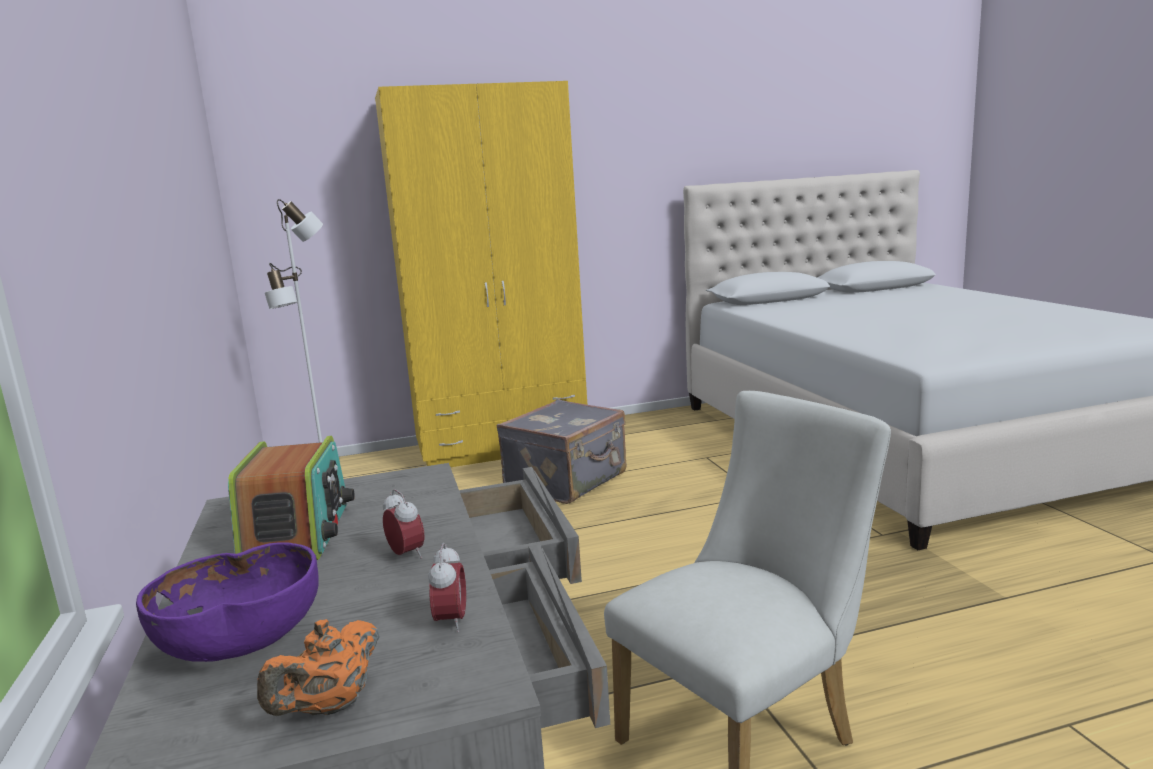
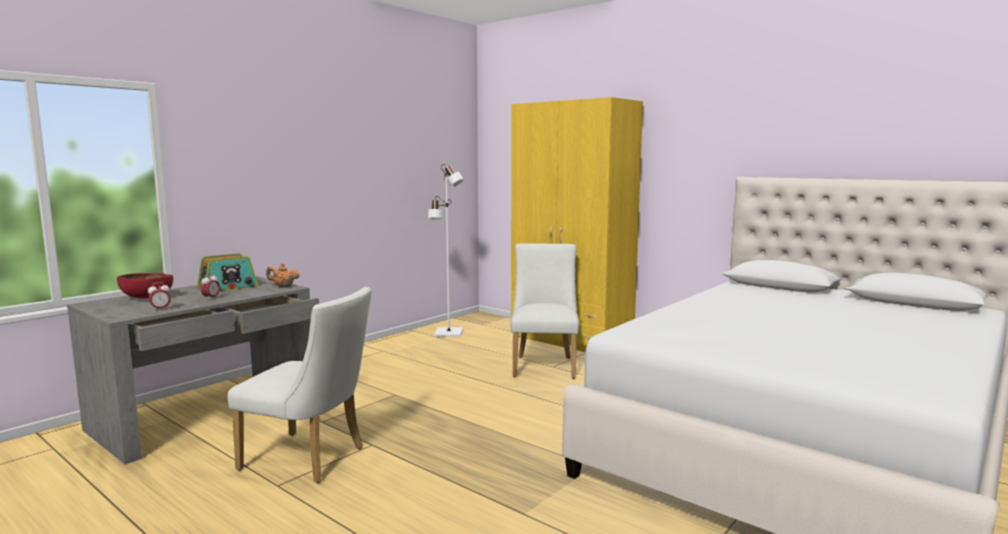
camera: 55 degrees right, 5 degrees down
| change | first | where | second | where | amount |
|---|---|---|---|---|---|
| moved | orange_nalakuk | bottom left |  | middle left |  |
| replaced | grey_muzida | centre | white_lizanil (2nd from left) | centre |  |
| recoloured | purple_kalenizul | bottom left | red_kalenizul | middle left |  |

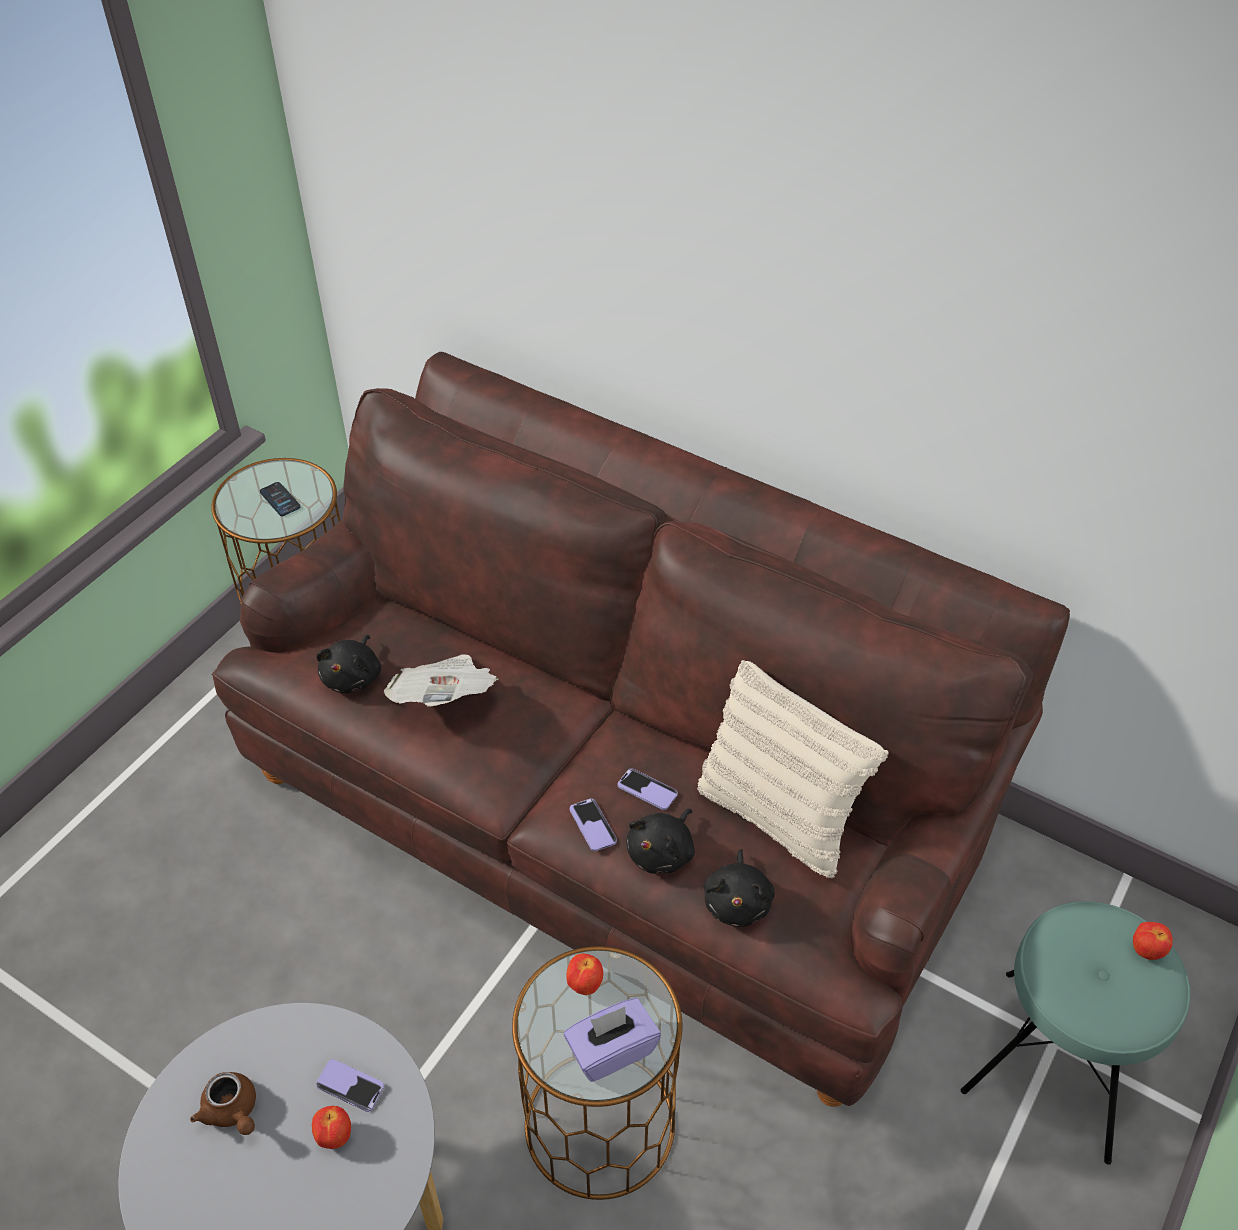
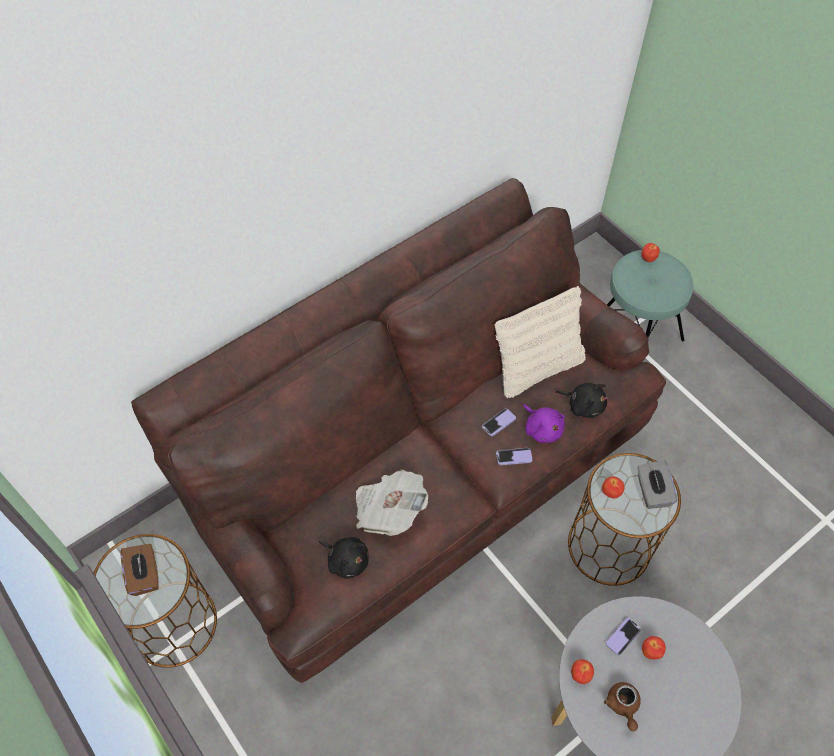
camera: 70 degrees left, 10 degrees up
| change | first | where | second | where | amount |
|---|---|---|---|---|---|
| added |  |  | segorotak (1st from left) | bottom right |  |
| replaced | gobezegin (1st from left) | middle left | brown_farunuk | bottom left |  |
| recoloured | purple_farunuk | bottom centre | grey_farunuk | middle right |  |
| recoloured | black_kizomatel (2nd from left) | bottom centre | purple_kizomatel | centre |  |
| turned | brown_nalakuk | bottom left |  | bottom right | 105 degrees clockwise |

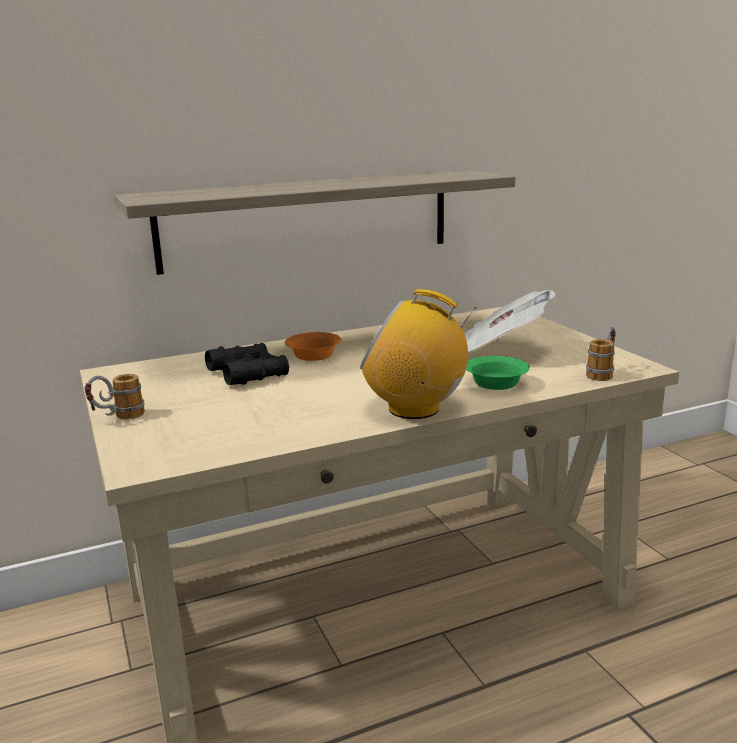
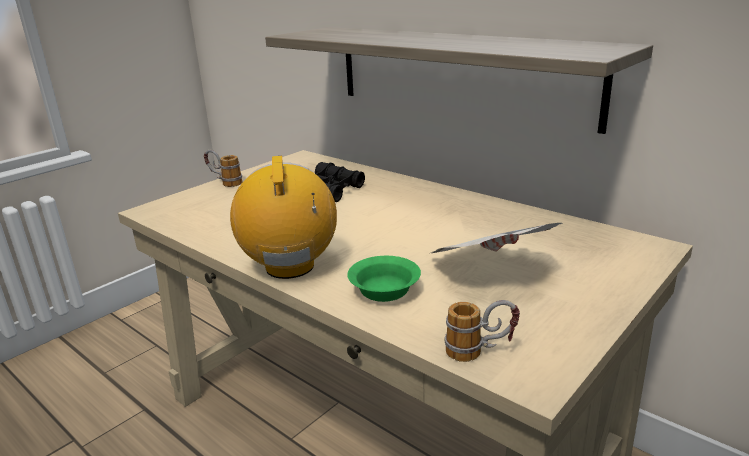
camera: 65 degrees right, 5 degrees up
| change | first | where | second | where | amount |
|---|---|---|---|---|---|
| removed | orange_kalenizul | centre |  |  |  |

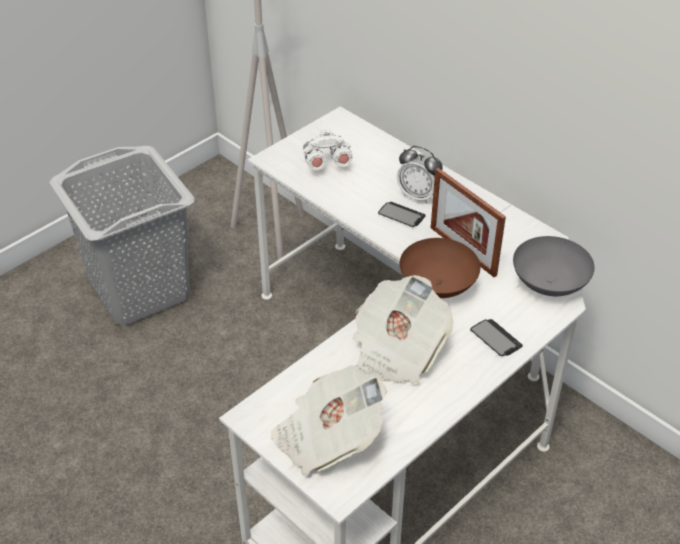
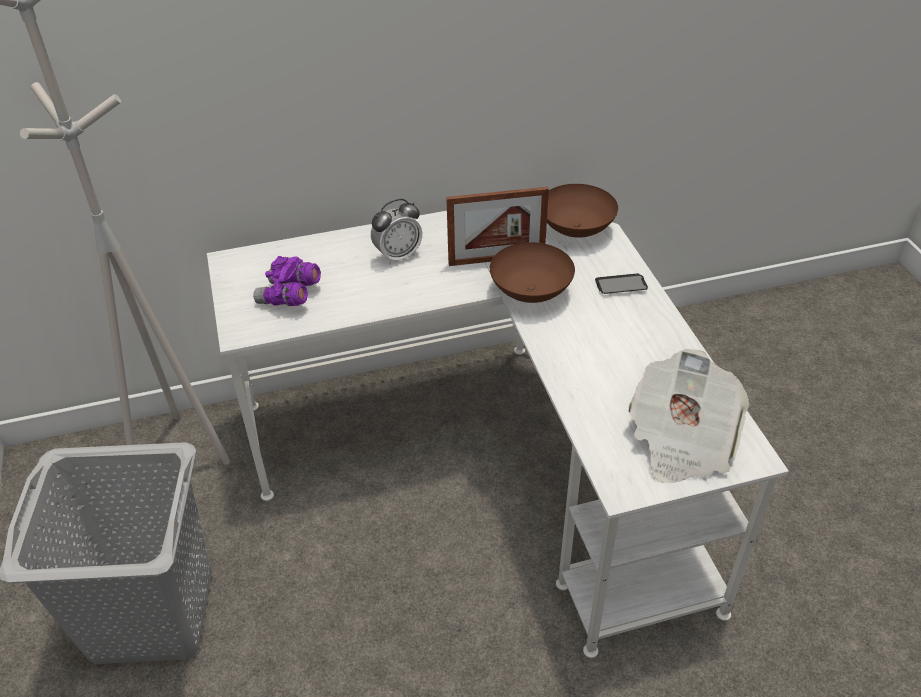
camera: 60 degrees left, 0 degrees up
| change | first | where | second | where | amount |
|---|---|---|---|---|---|
| removed | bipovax (2nd from left) | centre |  |  |  |
| removed | gobezegin (1st from left) | centre |  |  |  |
| recoloured | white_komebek | top centre | purple_komebek | middle left |  |
| recoloured | grey_kalenizul | middle right | brown_kalenizul (2nd from left) | top centre |  |

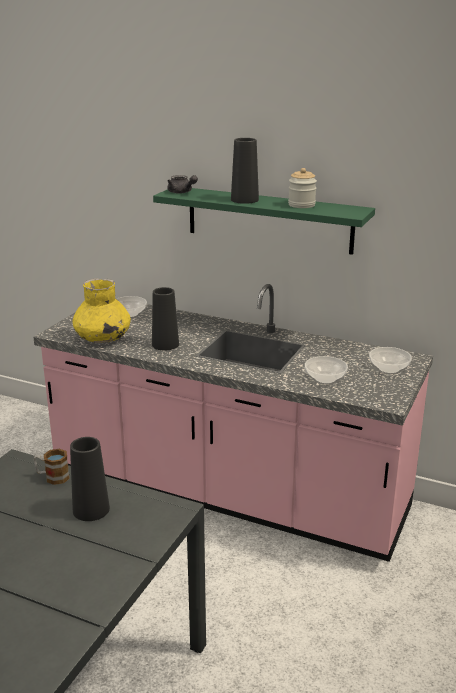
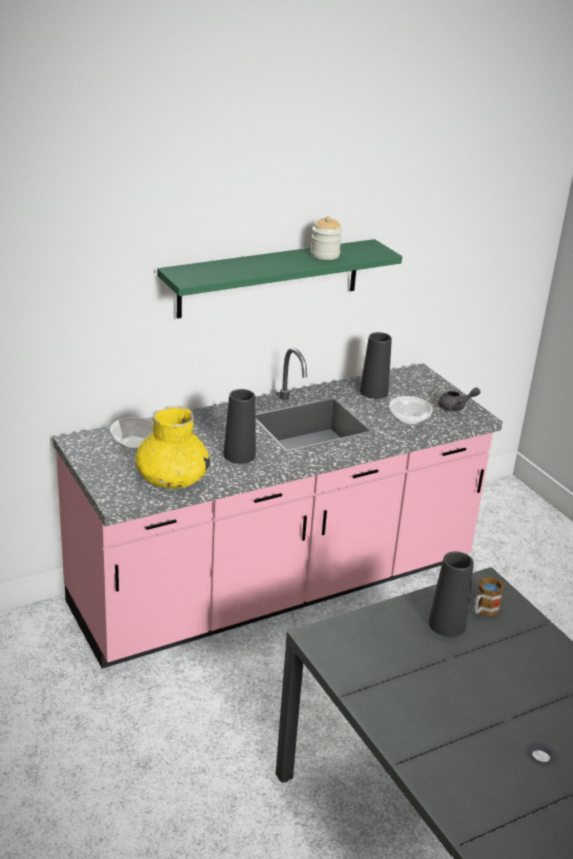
camera: 55 degrees left, 5 degrees up
| change | first | where | second | where | amount |
|---|---|---|---|---|---|
| removed | kalenizul (3rd from left) | middle right |  |  |  |
| moved | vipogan | bottom left |  | bottom right |  |
| moved | grey_nalakuk | top centre |  | middle right |  |
| moved | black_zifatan (3rd from left in the first image) | top centre | black_zifatan (2nd from left) | centre |  |

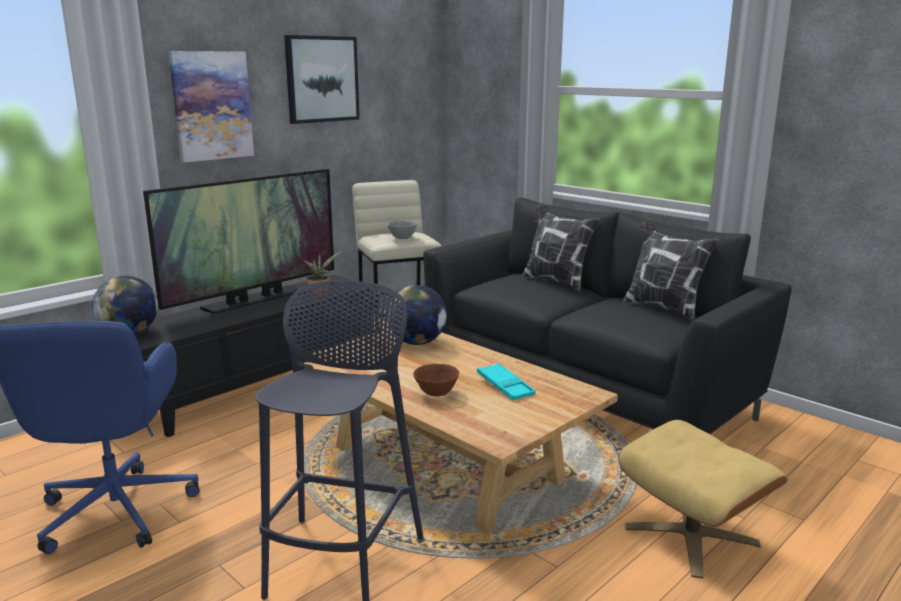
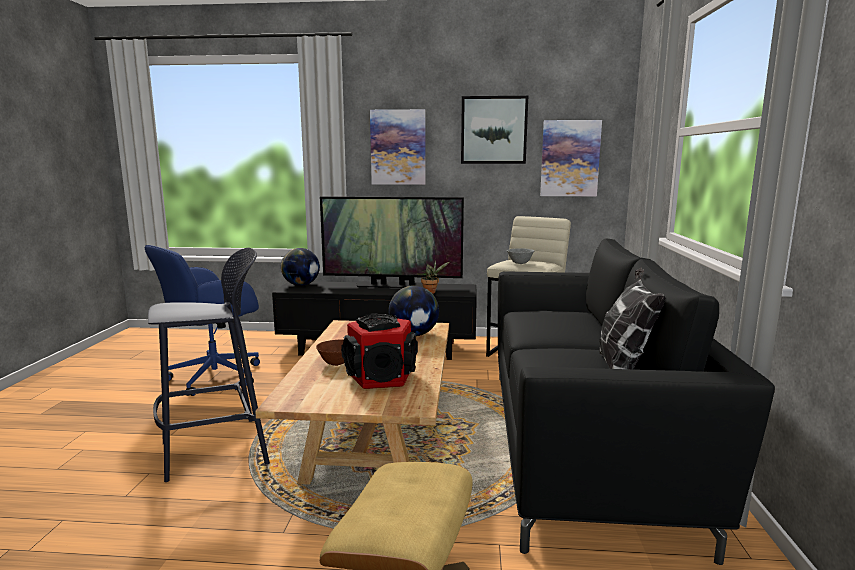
camera: 50 degrees right, 5 degrees down
| change | first | where | second | where | amount |
|---|---|---|---|---|---|
| removed | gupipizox (1st from left) | centre |  |  |  |
| added |  |  | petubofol (3rd from left) | top right |  |
| replaced | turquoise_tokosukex | centre | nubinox | centre |  |

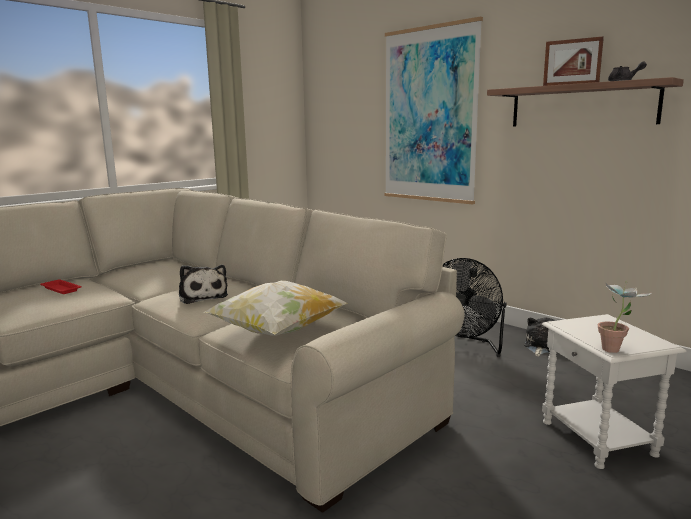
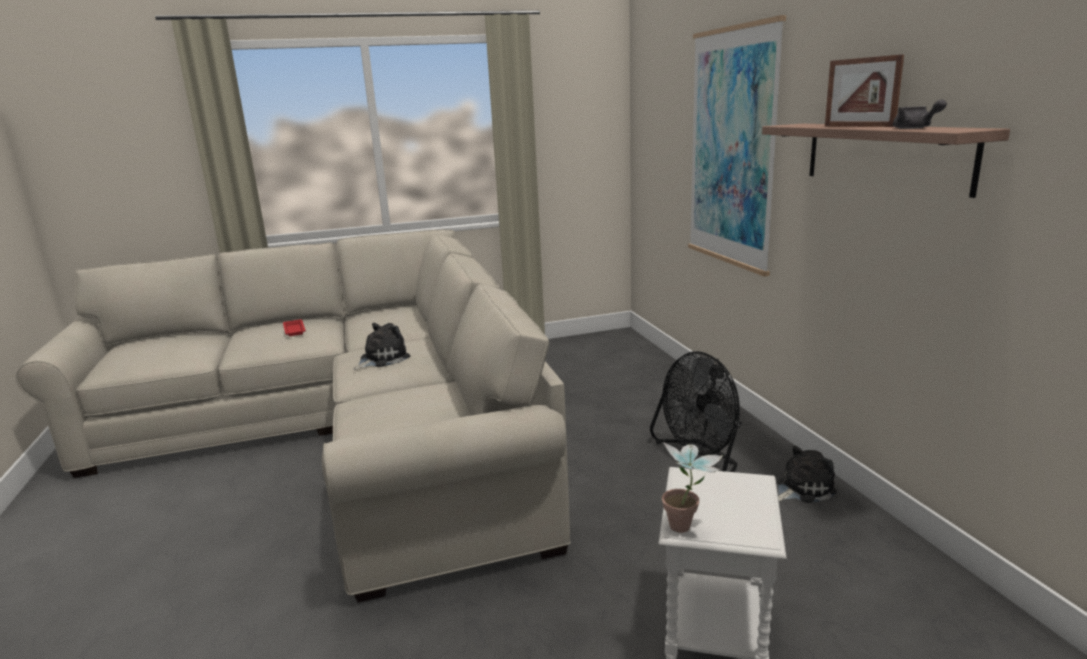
camera: 30 degrees right, 5 degrees up
| change | first | where | second | where | amount |
|---|---|---|---|---|---|
| removed | gupipizox | centre |  |  |  |
| turned | kizomatel (1st from left) | middle left |  | centre | 135 degrees counterclockwise |

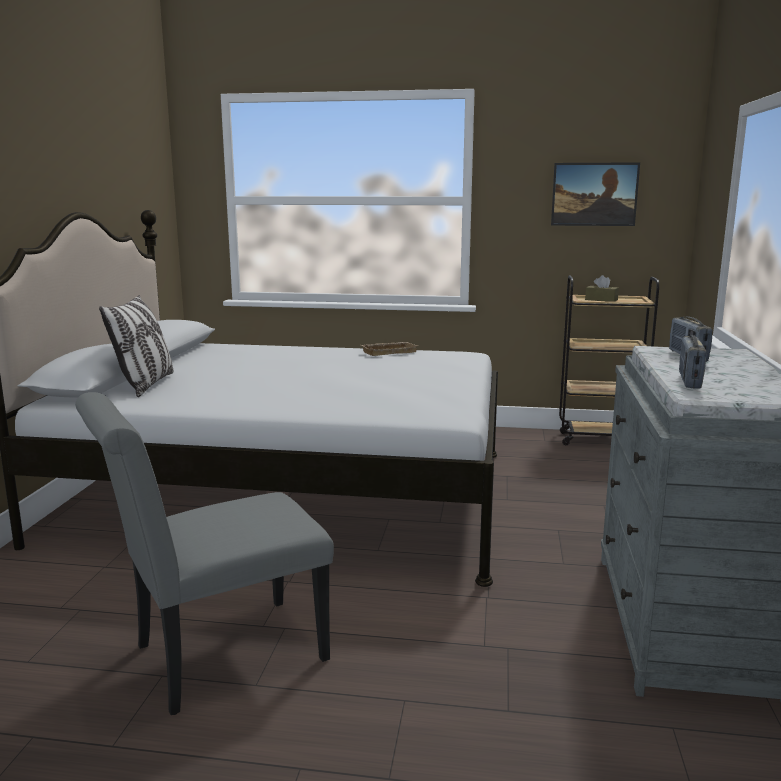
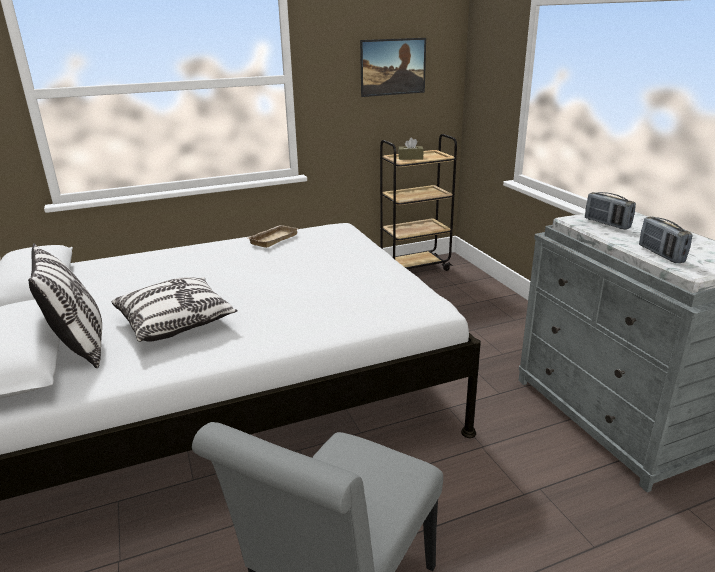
camera: 30 degrees left, 10 degrees up
| change | first | where | second | where | amount |
|---|---|---|---|---|---|
| added |  |  | gupipizox (2nd from left) | middle left |  |

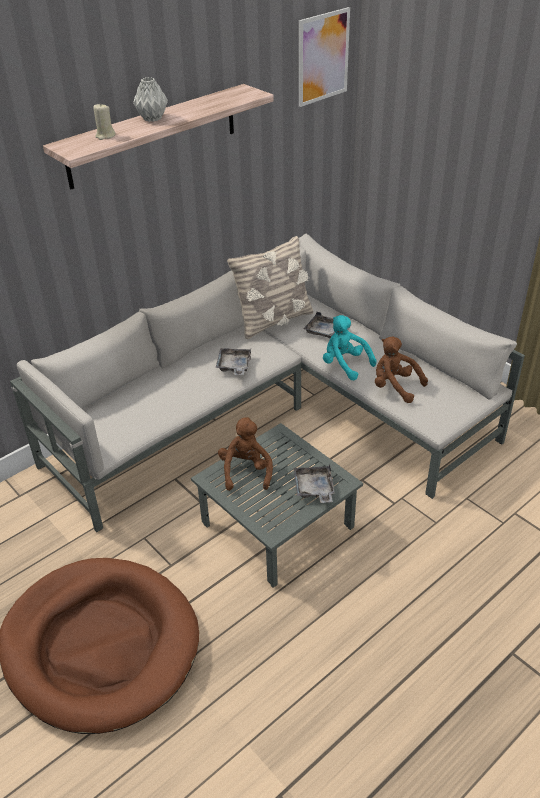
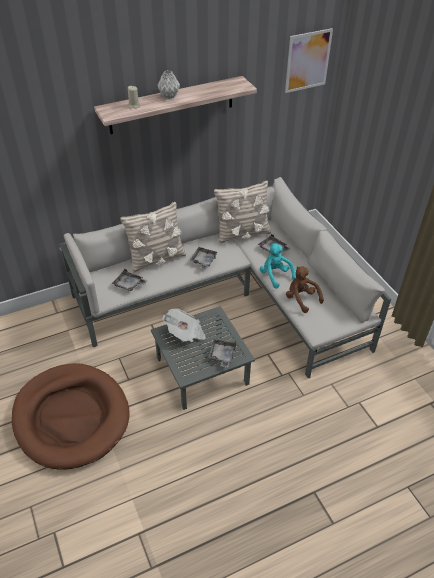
camera: 15 degrees right, 5 degrees up
| change | first | where | second | where | amount |
|---|---|---|---|---|---|
| added |  |  | grey_tokosukex (1st from left) | middle left |  |
| added |  |  | beige_gupipizox (1st from left) | centre |  |
| replaced | brown_kizomatel (1st from left) | centre | bipovax | centre |  |

